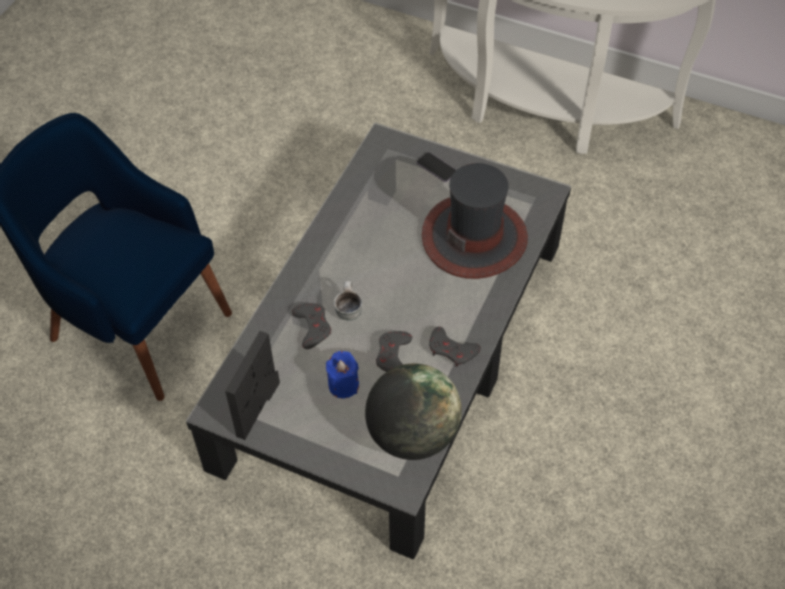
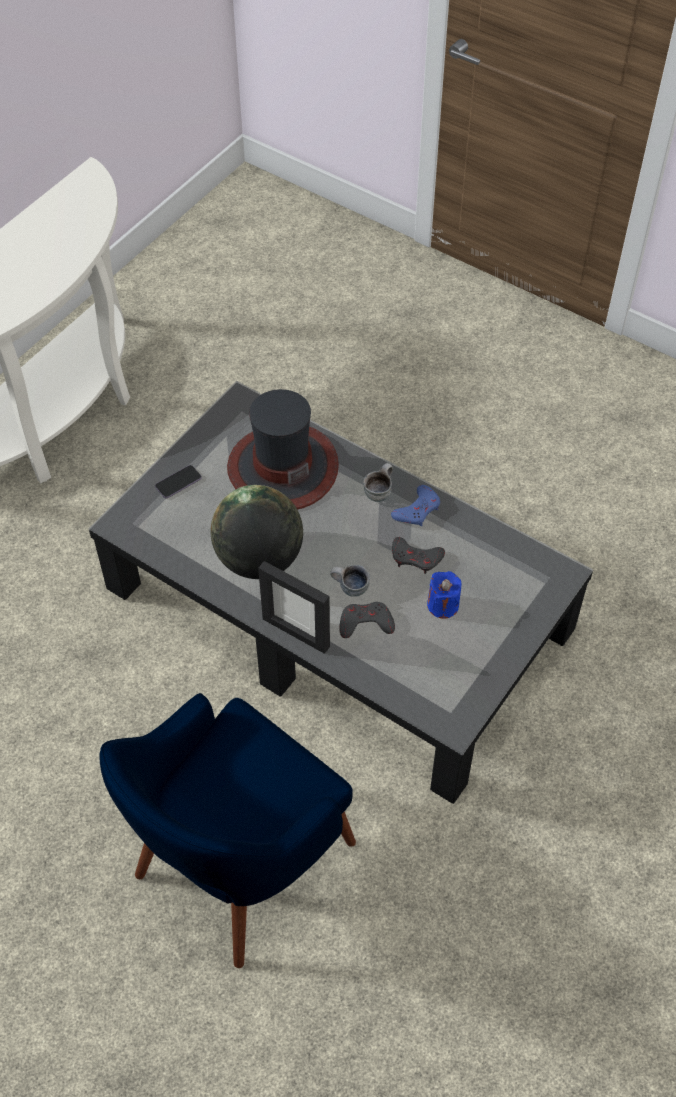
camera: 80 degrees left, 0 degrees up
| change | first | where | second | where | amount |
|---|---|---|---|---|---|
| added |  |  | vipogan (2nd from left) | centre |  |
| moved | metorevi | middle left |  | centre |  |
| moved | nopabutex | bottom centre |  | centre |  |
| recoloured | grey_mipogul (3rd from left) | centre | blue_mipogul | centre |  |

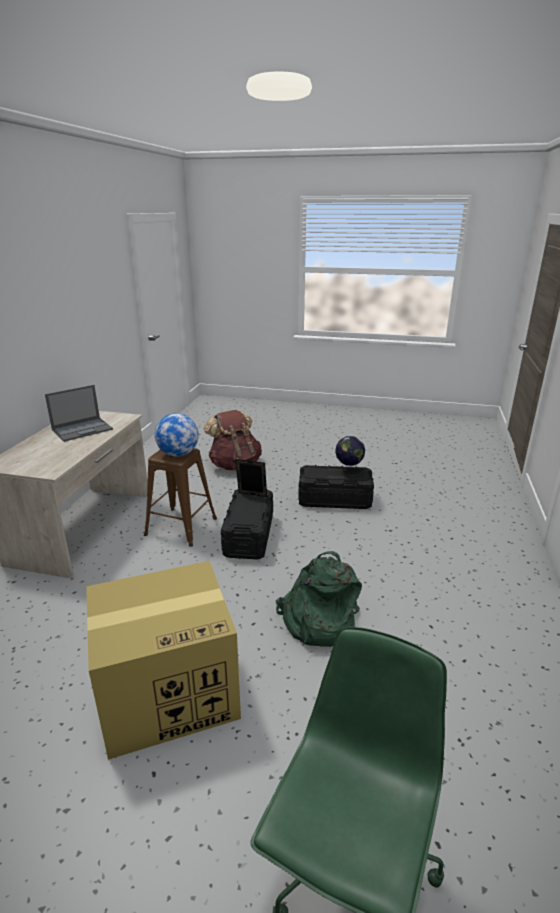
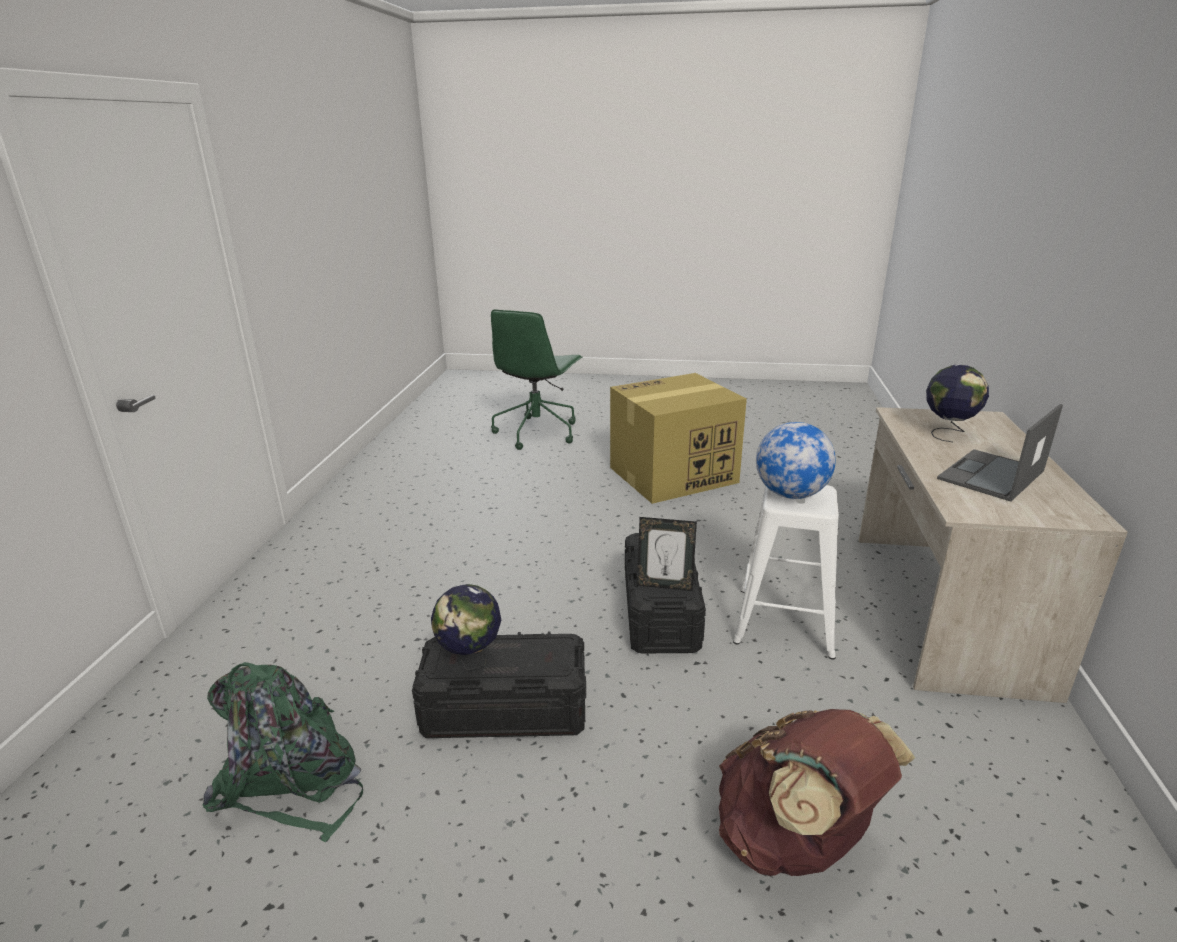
camera: 175 degrees right, 0 degrees up
| change | first | where | second | where | amount |
|---|---|---|---|---|---|
| added |  |  | nopabutex (3rd from left) | middle right |  |
| moved | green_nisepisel | centre |  | bottom left |  |
| recoloured | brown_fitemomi | middle left | white_fitemomi | middle right |  |

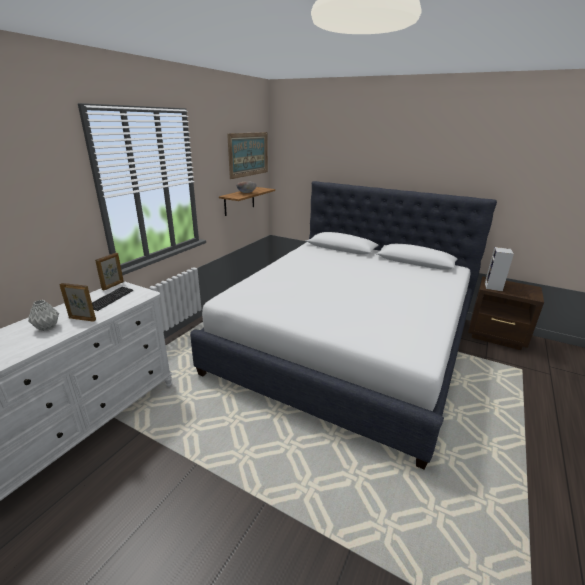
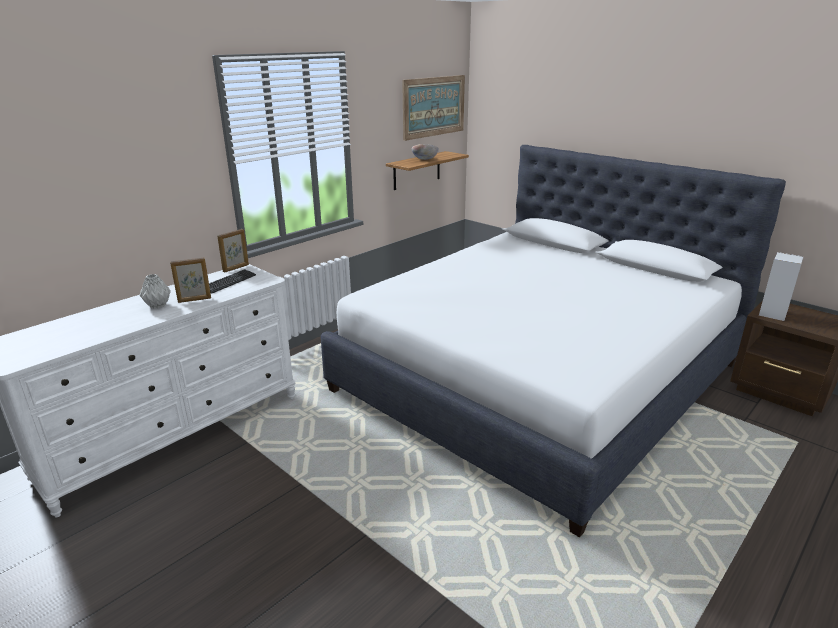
camera: 15 degrees right, 0 degrees up
| change | first | where | second | where | amount |
|---|---|---|---|---|---|
| turned | metorevi (1st from left) | middle left |  | middle left | 135 degrees clockwise |

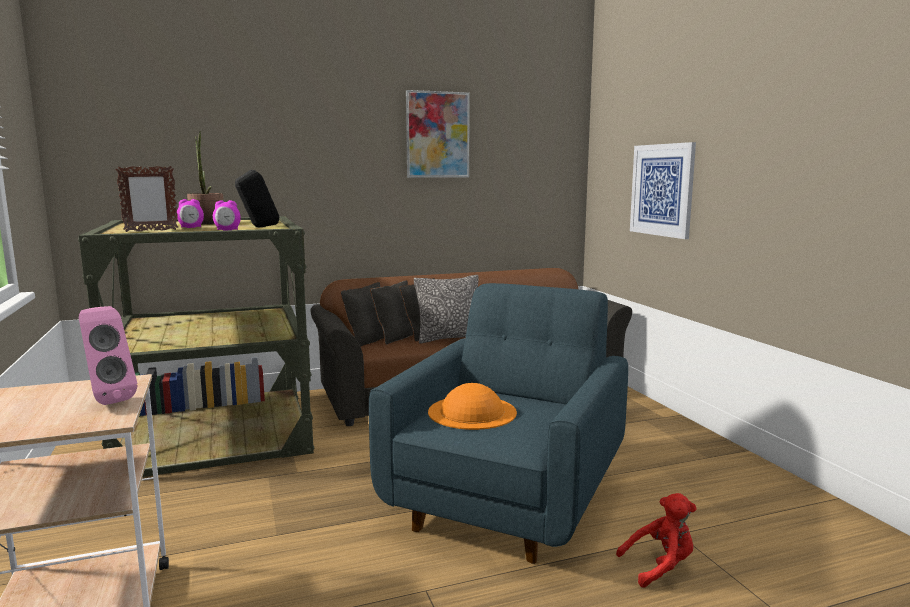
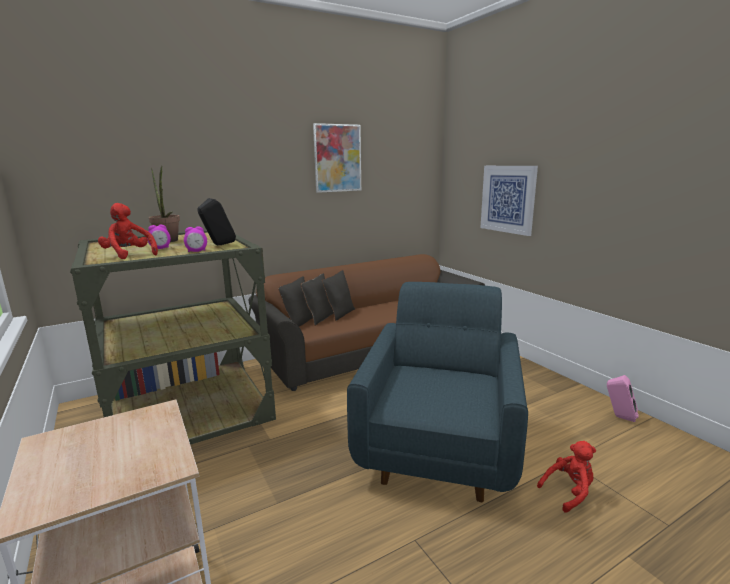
camera: 10 degrees left, 5 degrees up
| change | first | where | second | where | amount |
|---|---|---|---|---|---|
| removed | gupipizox | centre |  |  |  |
| removed | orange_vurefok | bottom centre |  |  |  |
| moved | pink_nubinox | middle left |  | bottom right |  |
| replaced | metorevi | top left | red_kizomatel (1st from left) | middle left |  |

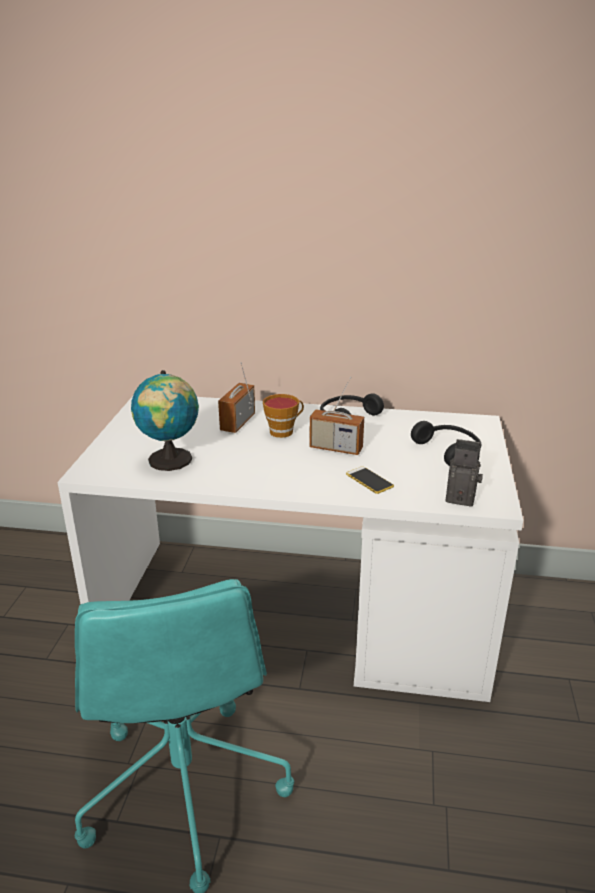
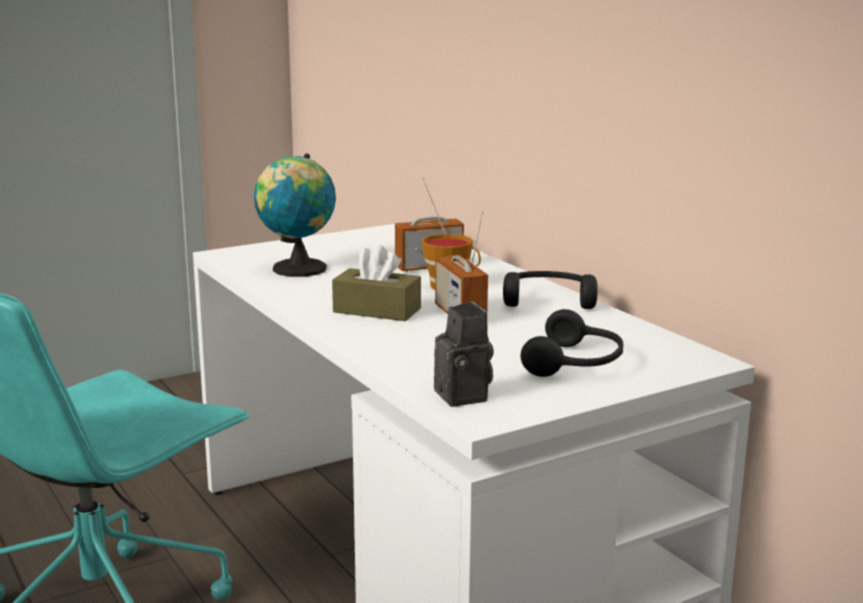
camera: 50 degrees right, 10 degrees down
| change | first | where | second | where | amount |
|---|---|---|---|---|---|
| removed | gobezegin | centre |  |  |  |
| added |  |  | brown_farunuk | centre |  |

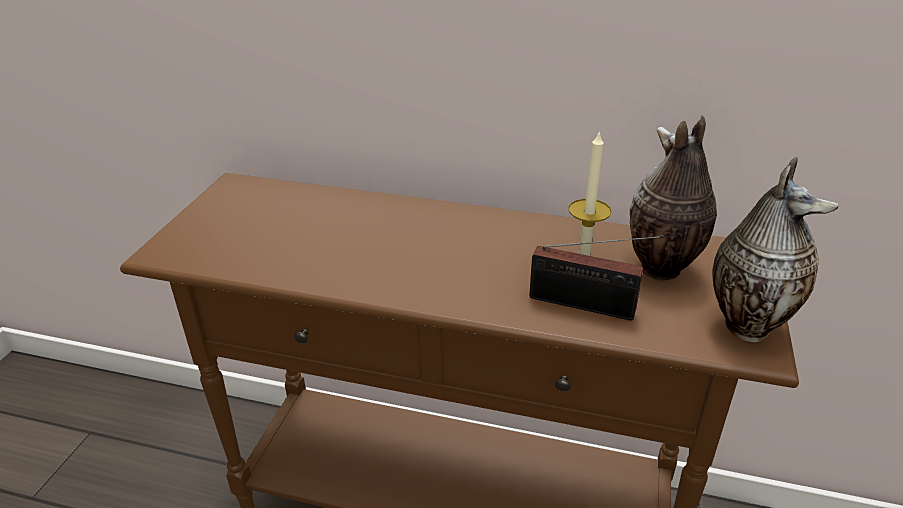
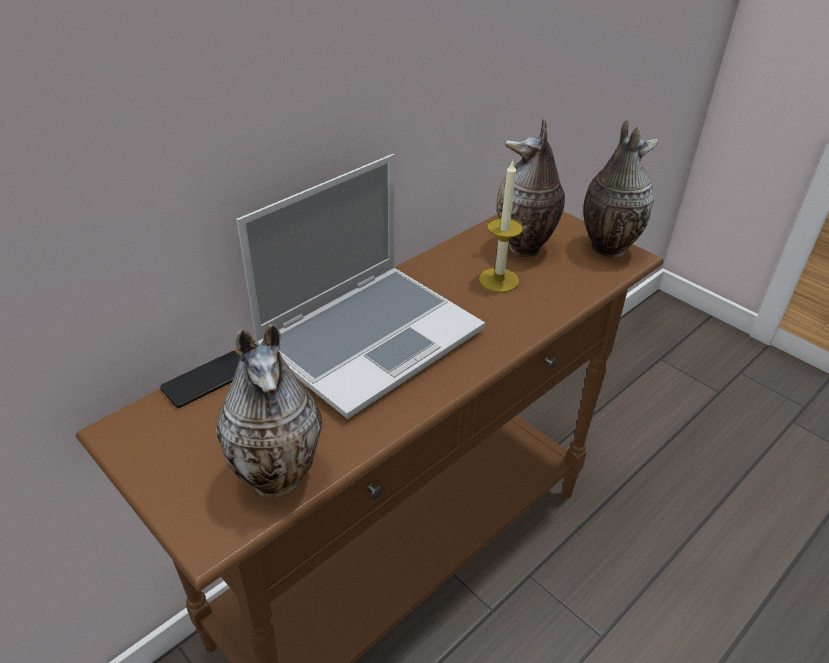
camera: 60 degrees left, 5 degrees up
| change | first | where | second | where | amount |
|---|---|---|---|---|---|
| removed | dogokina | centre |  |  |  |
| added |  |  | gobezegin | middle left |  |
| added |  |  | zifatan (1st from left) | middle left |  |
| added |  |  | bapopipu | centre |  |

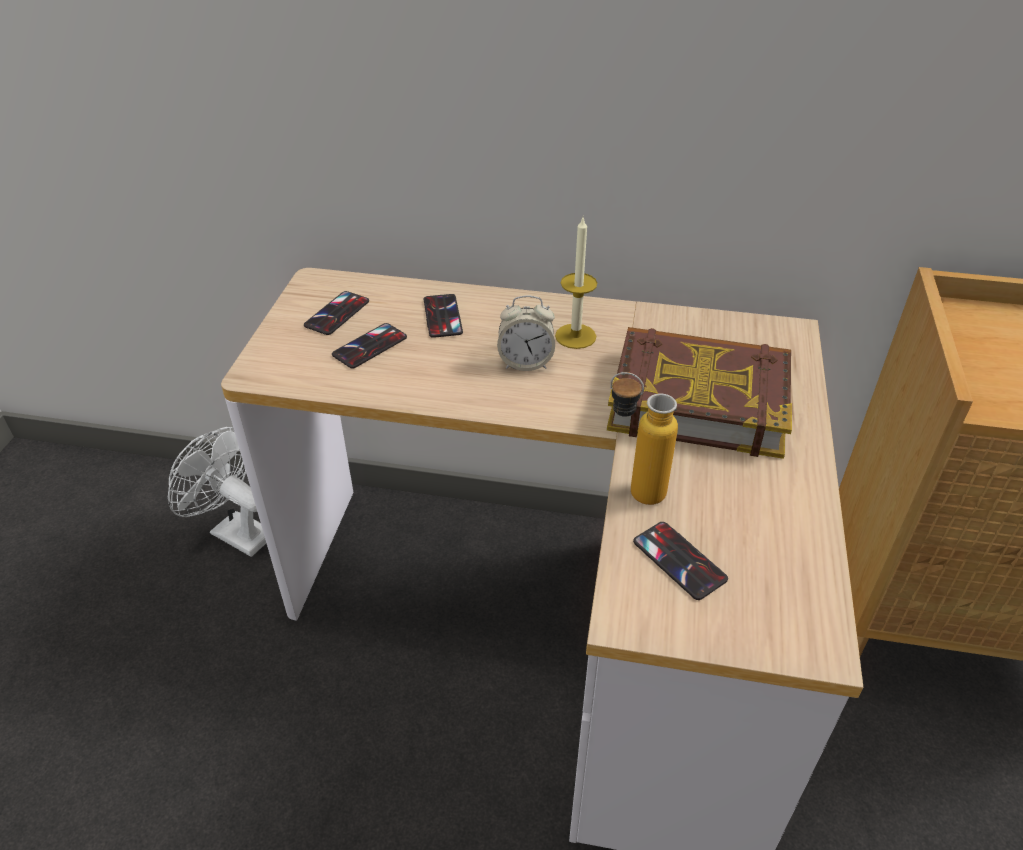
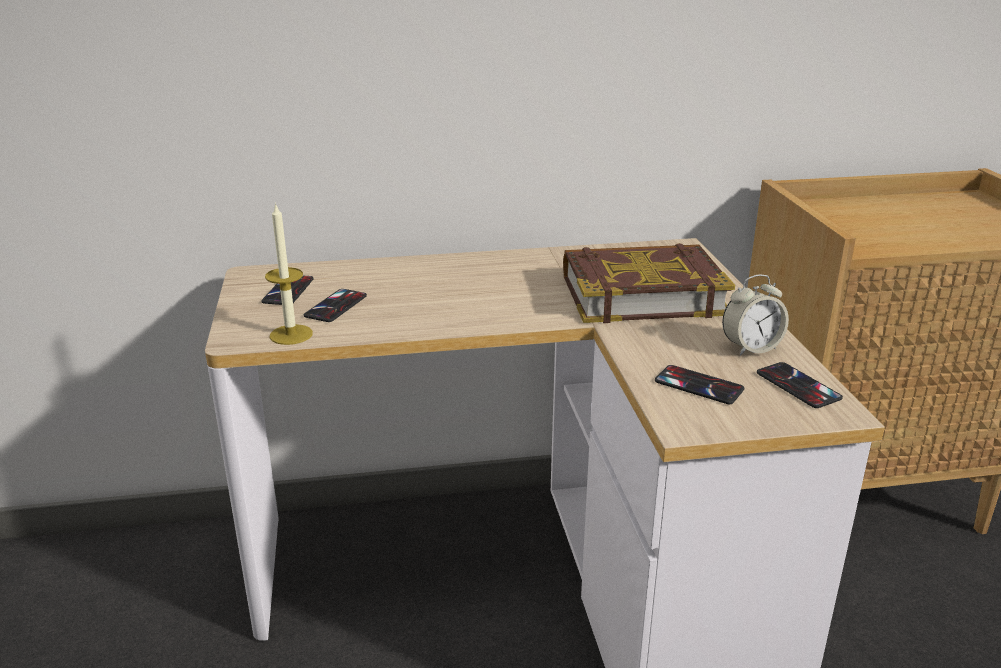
camera: 20 degrees left, 15 degrees down
| change | first | where | second | where | amount |
|---|---|---|---|---|---|
| removed | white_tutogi | middle left |  |  |  |
| removed | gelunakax | centre |  |  |  |
| moved | gobezegin (3rd from left in the first image) | centre | gobezegin (4th from left) | middle right |  |
| moved | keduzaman | centre |  | middle right |  |
| moved | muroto | top centre |  | middle left |  |

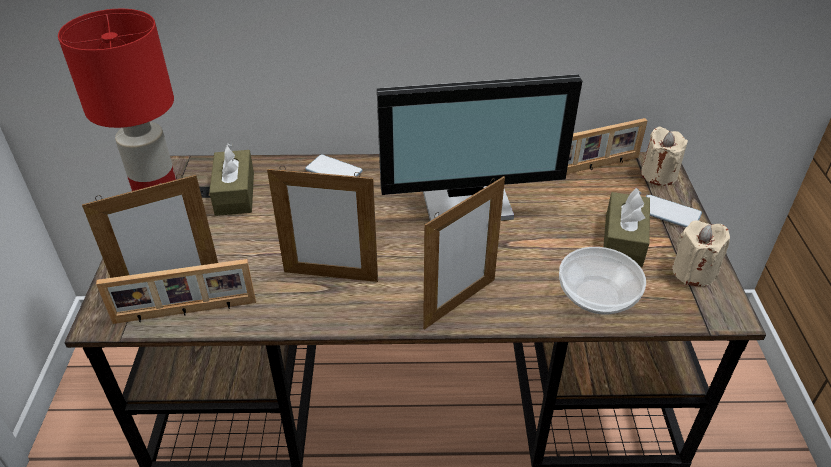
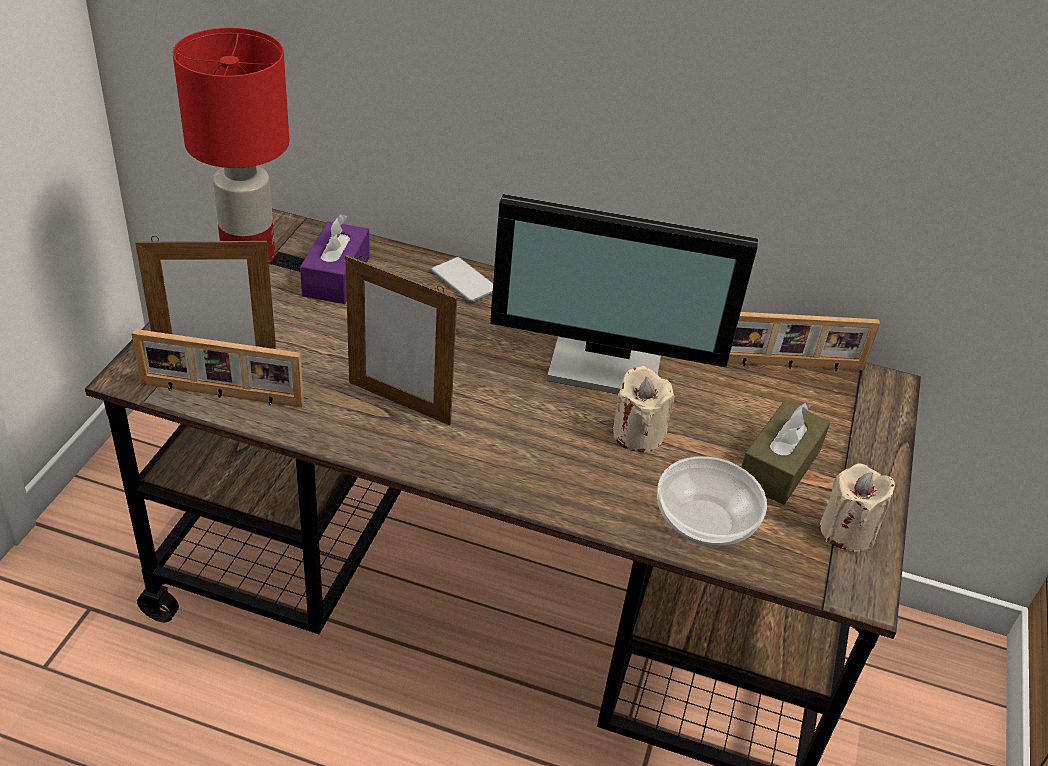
camera: 15 degrees right, 0 degrees up
| change | first | where | second | where | amount |
|---|---|---|---|---|---|
| removed | metorevi (4th from left) | centre |  |  |  |
| removed | gobezegin (2nd from left) | middle right |  |  |  |
| moved | beige_muroto (1st from left) | middle right |  | centre |  |
| recoloured | brown_farunuk (1st from left) | middle left | purple_farunuk | middle left |  |

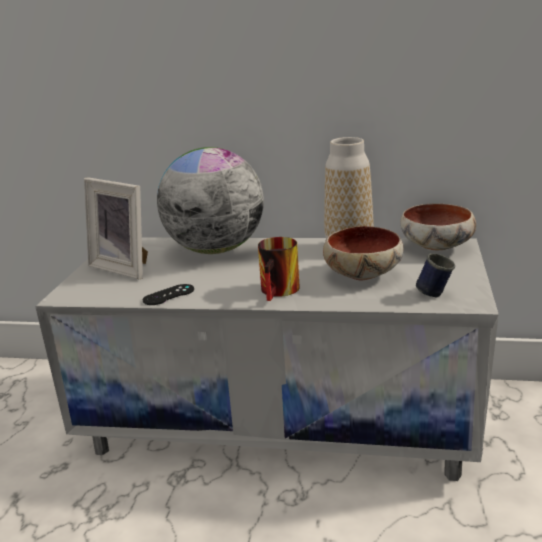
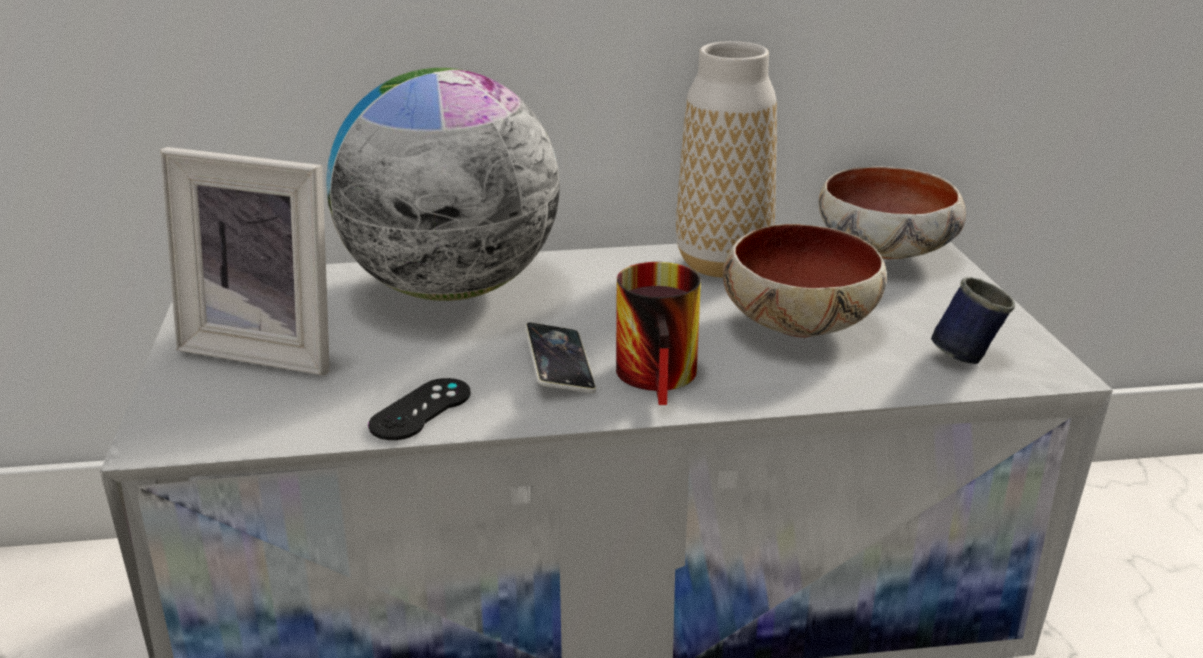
camera: 20 degrees left, 5 degrees up
| change | first | where | second | where | amount |
|---|---|---|---|---|---|
| added |  |  | gobezegin | centre |  |

